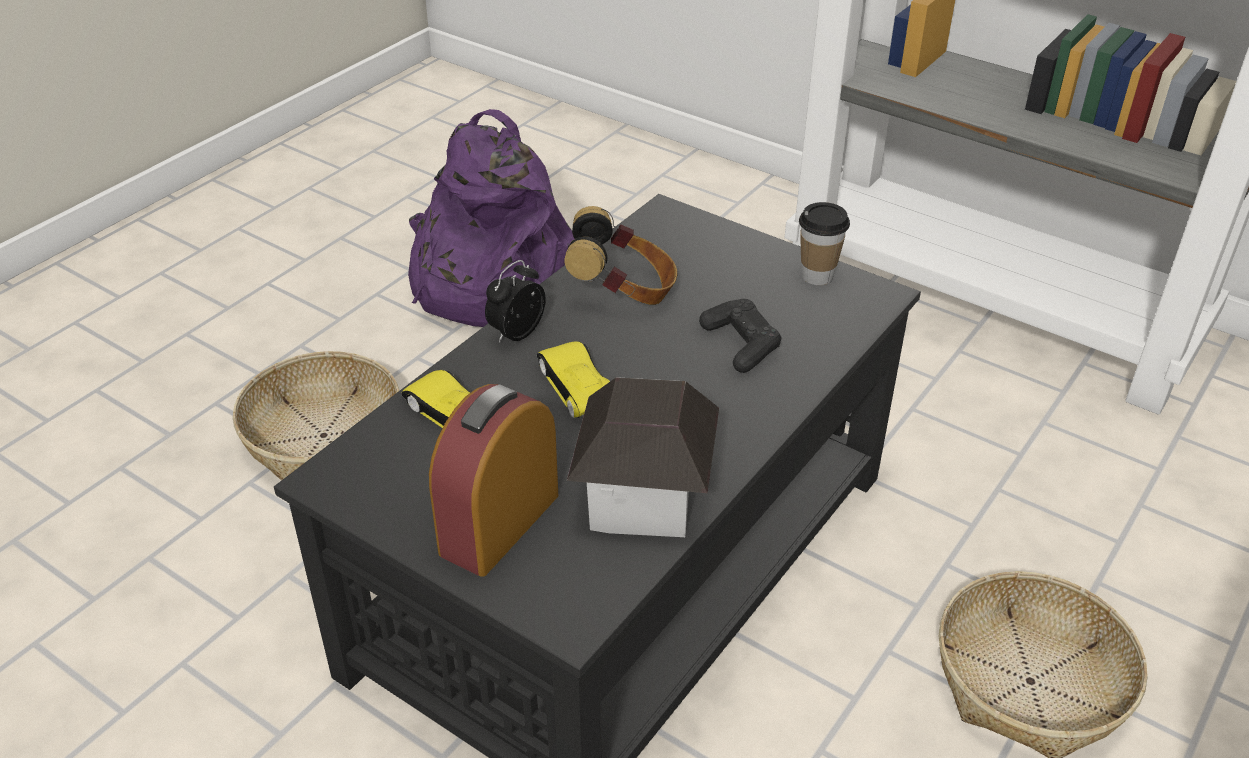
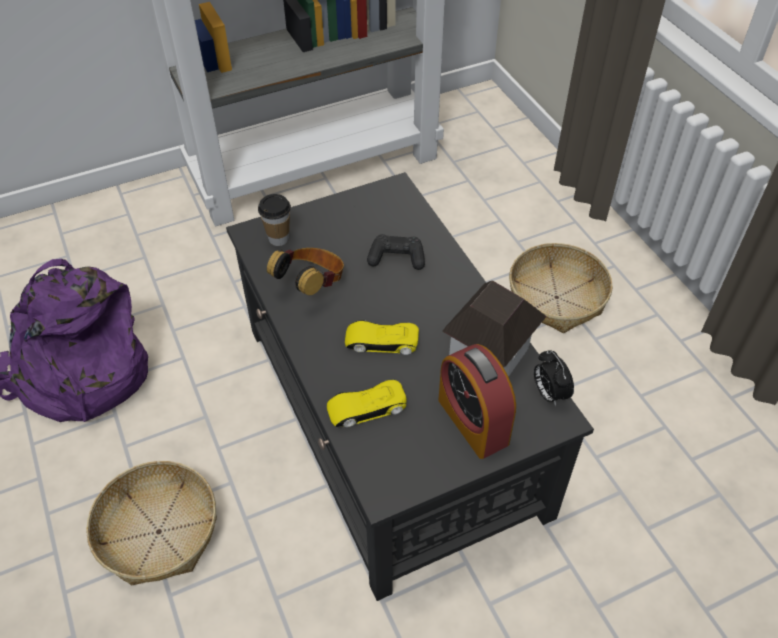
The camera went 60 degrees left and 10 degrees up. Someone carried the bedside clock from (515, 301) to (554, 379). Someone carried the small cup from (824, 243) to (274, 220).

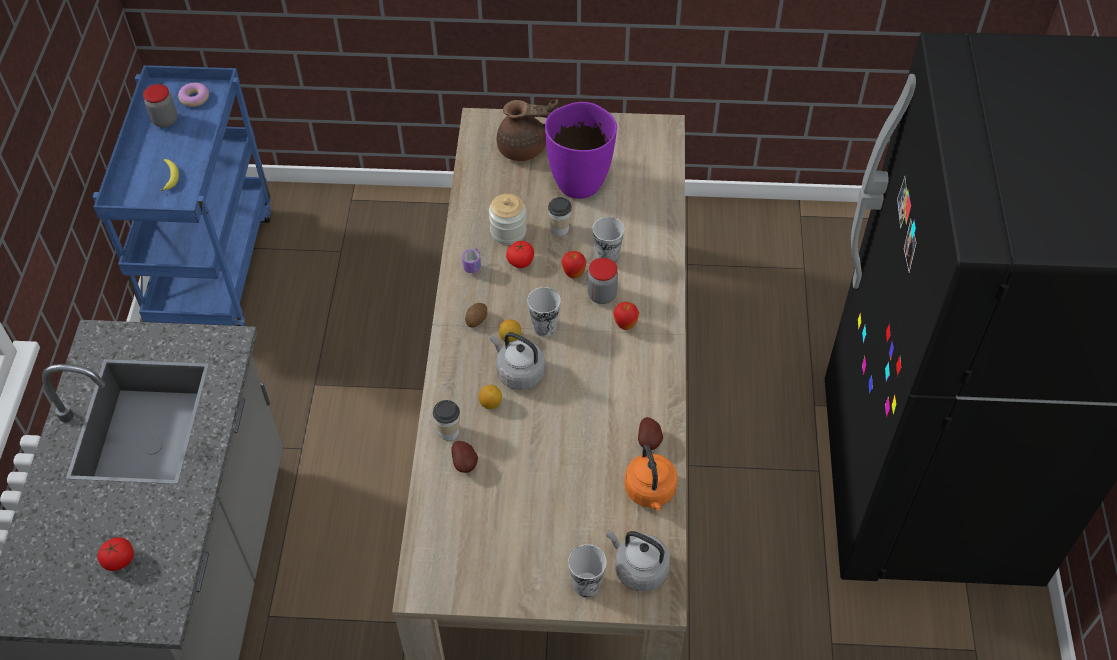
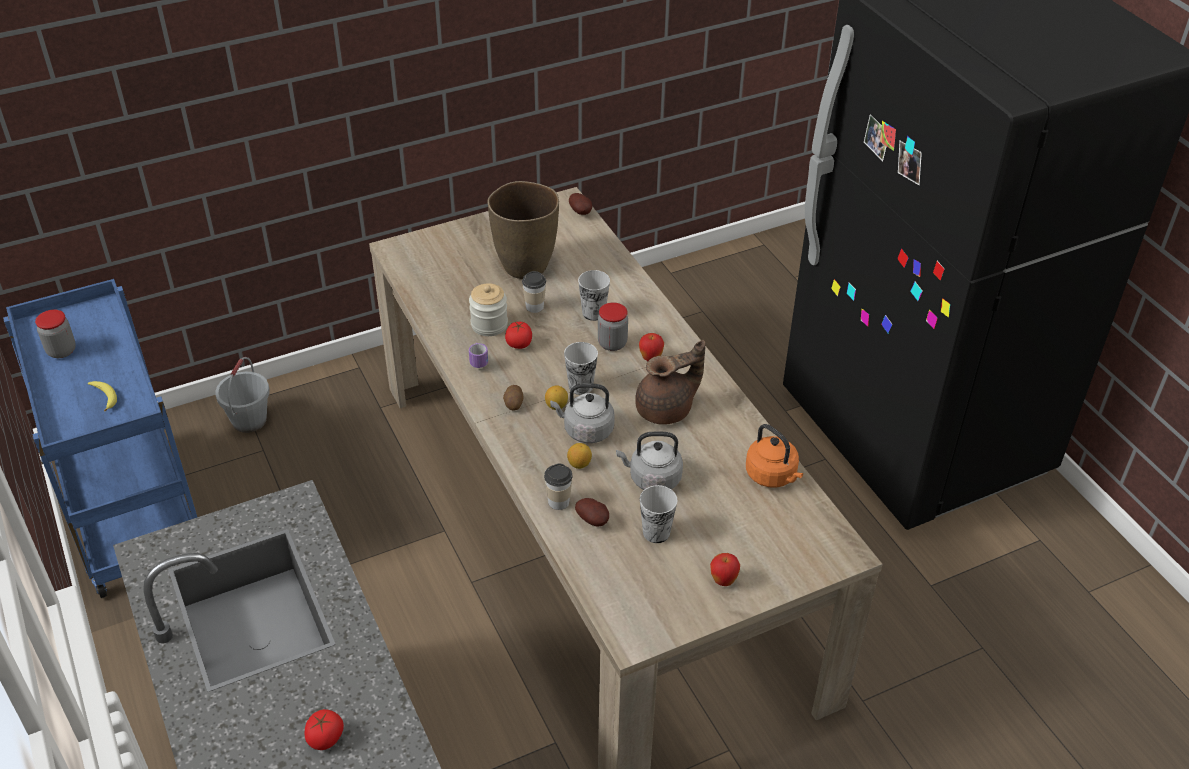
The camera went 30 degrees left and 10 degrees down. Someone took away the doughnut at (193, 95). Someone put down the gray water bucket at (242, 395). Someone carried the brown-coloured pot for tea from (527, 130) to (670, 382). Someone carried the apple from (574, 265) to (725, 569). Someone carried the small cup from (587, 570) to (658, 514). Someone carried the gray tea kettle from (638, 560) to (649, 461). Someone carried the potato from (650, 433) to (580, 204). Someone repainted the purplish decorative vase at (581, 150), which became the brown-coloured decorative vase at (523, 230).

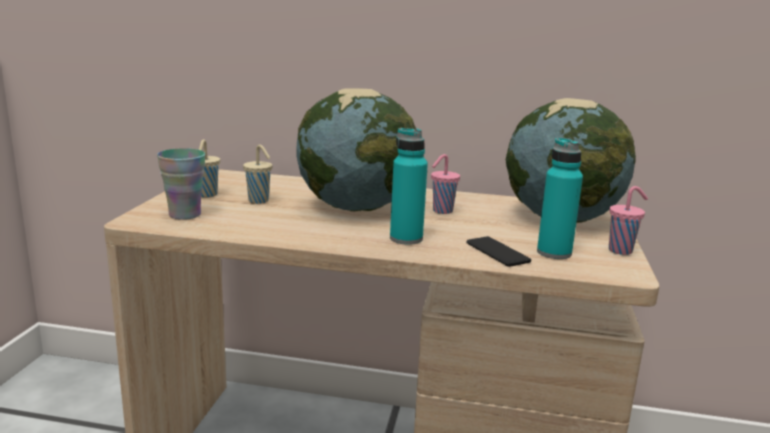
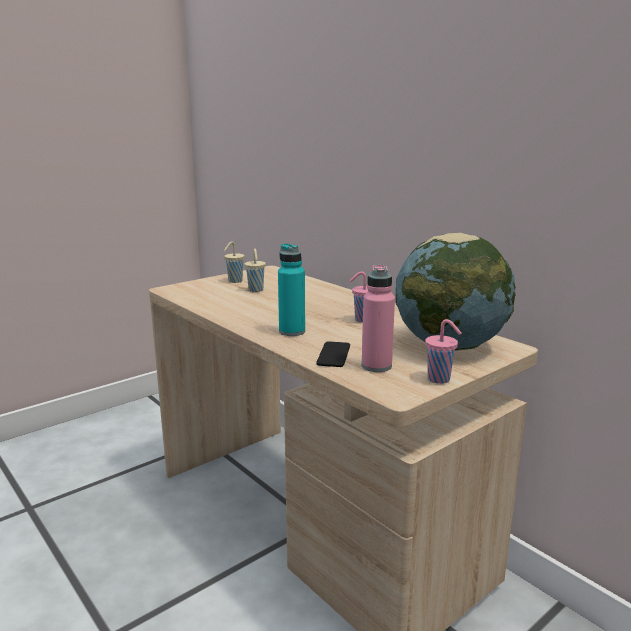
The camera went 40 degrees right and 0 degrees up. Someone took away the small cup at (181, 184). Someone took away the desk globe at (356, 150). Someone repainted the blue-green drink bottle at (560, 198), which became the pink-coloured drink bottle at (378, 318).

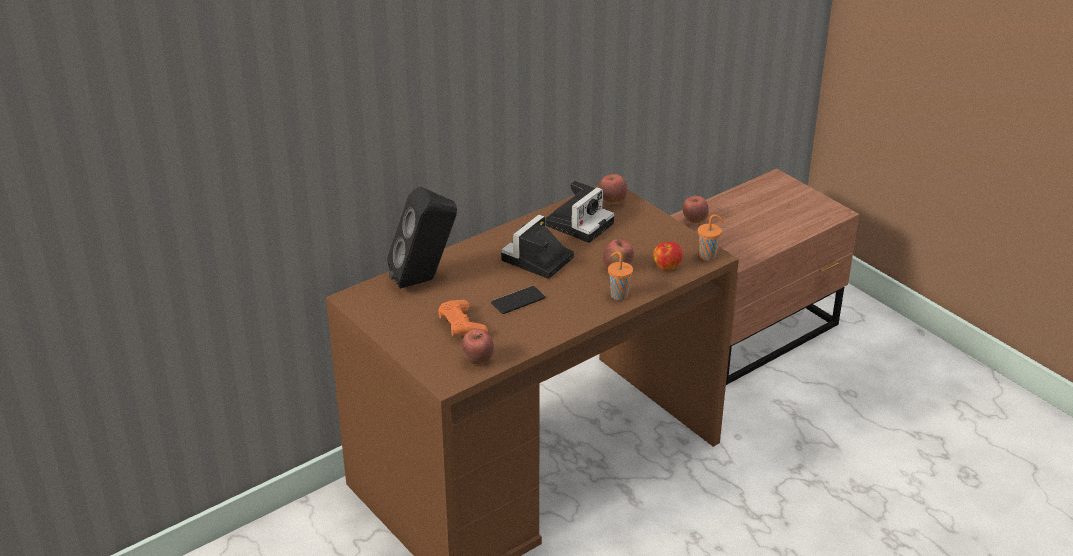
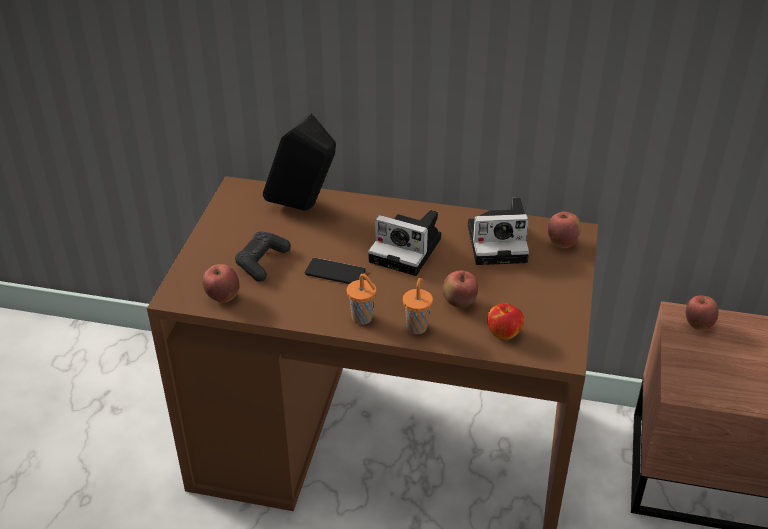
The camera went 50 degrees right and 5 degrees up. Someone carried the orange-coloured small cup from (711, 237) to (361, 299). Someone repainted the orange-coloured joypad at (463, 318), which became the black-coloured joypad at (263, 256). Someone rotated the still camera at (537, 247) by 150 degrees counterclockwise.

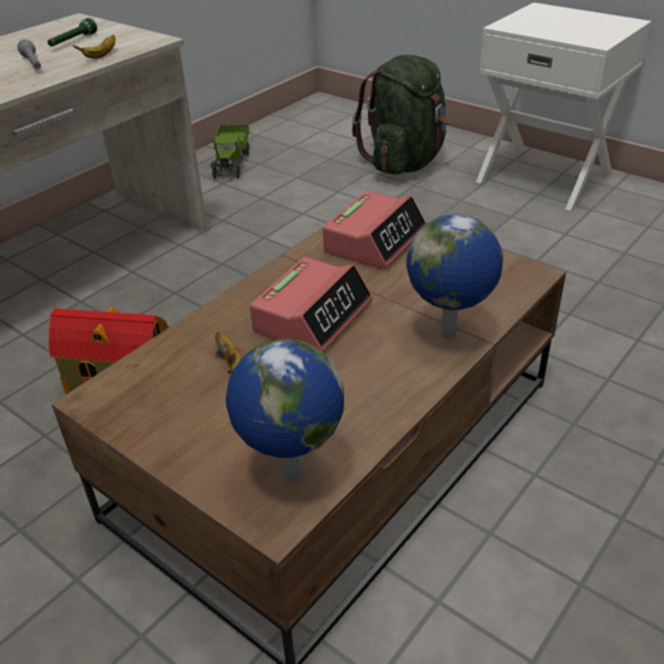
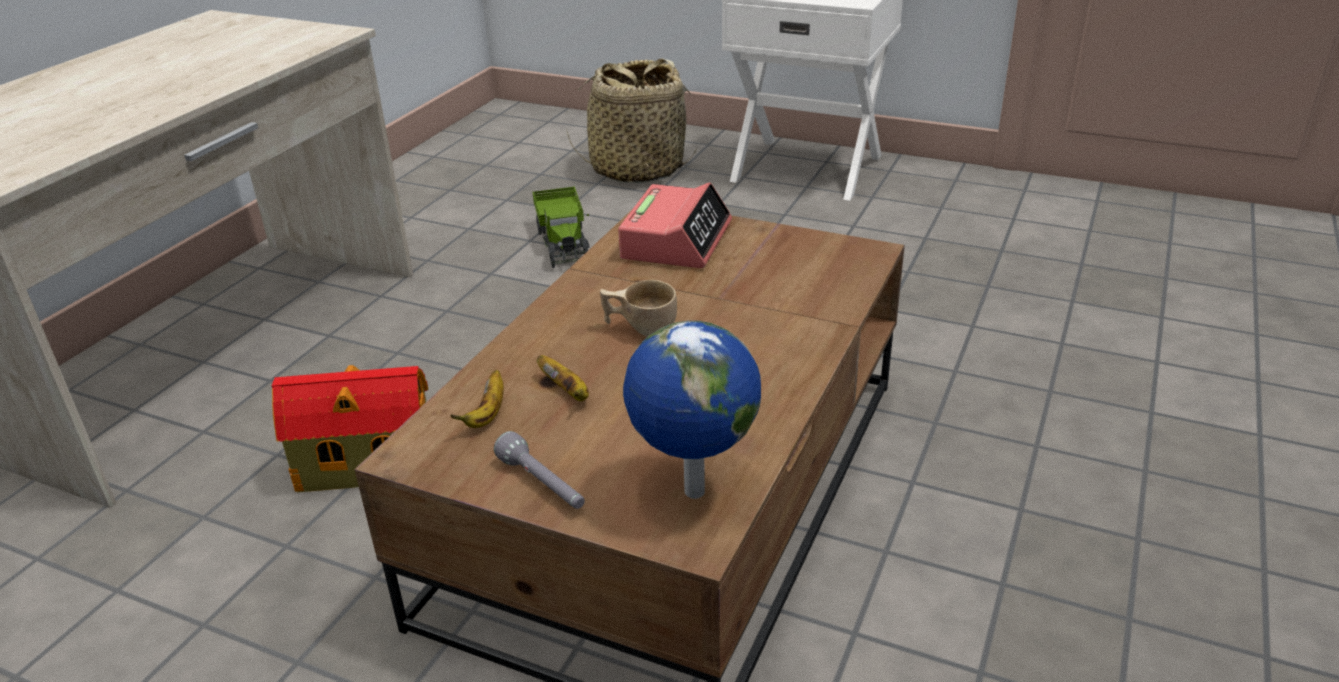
The camera went 15 degrees left and 5 degrees down. Someone took away the greenish hand torch at (72, 32). Someone took away the desk globe at (454, 276). Someone carried the gray hand torch from (29, 54) to (539, 470). Someone carried the whole banana from (94, 47) to (477, 399). Someone carried the toy lorry from (229, 152) to (561, 227). Someone swapped the bedside clock at (311, 305) for the beige-coloured small cup at (638, 308). Someone swapped the greenish backpack at (401, 115) for the household basket at (633, 120).

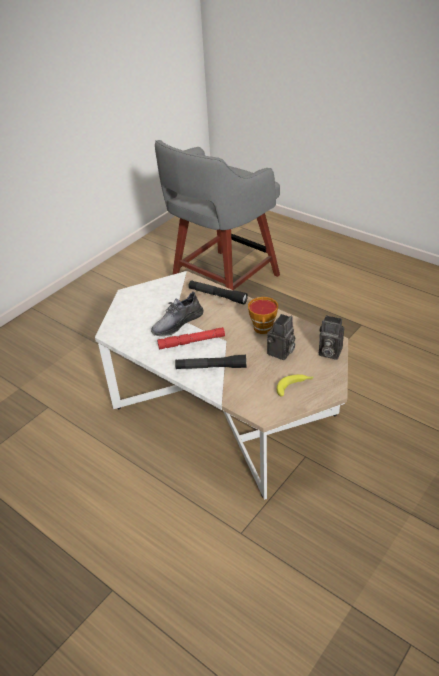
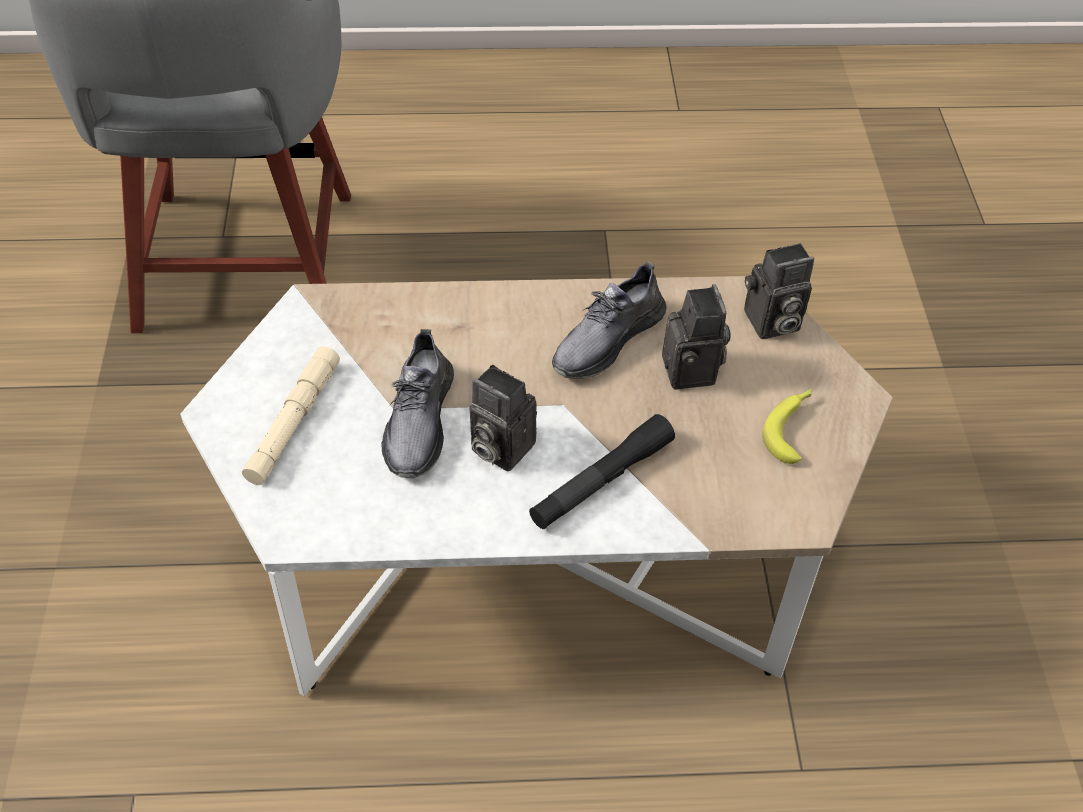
The camera went 45 degrees left and 10 degrees up. Someone took away the black-coloured hand torch at (218, 292). Someone put down the beige-coloured hand torch at (291, 415). Someone swapped the red-coloured hand torch at (191, 338) for the still camera at (503, 418). Someone swapped the small cup at (263, 315) for the gray low shoe at (609, 320).

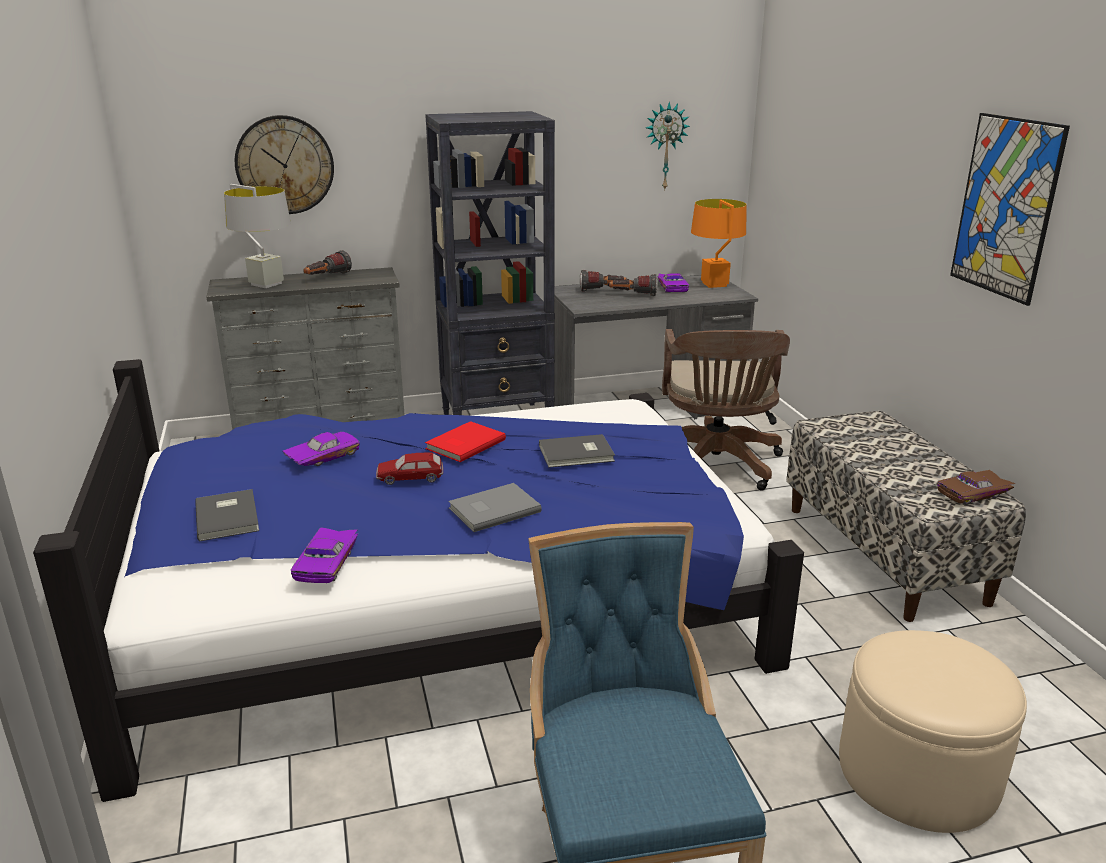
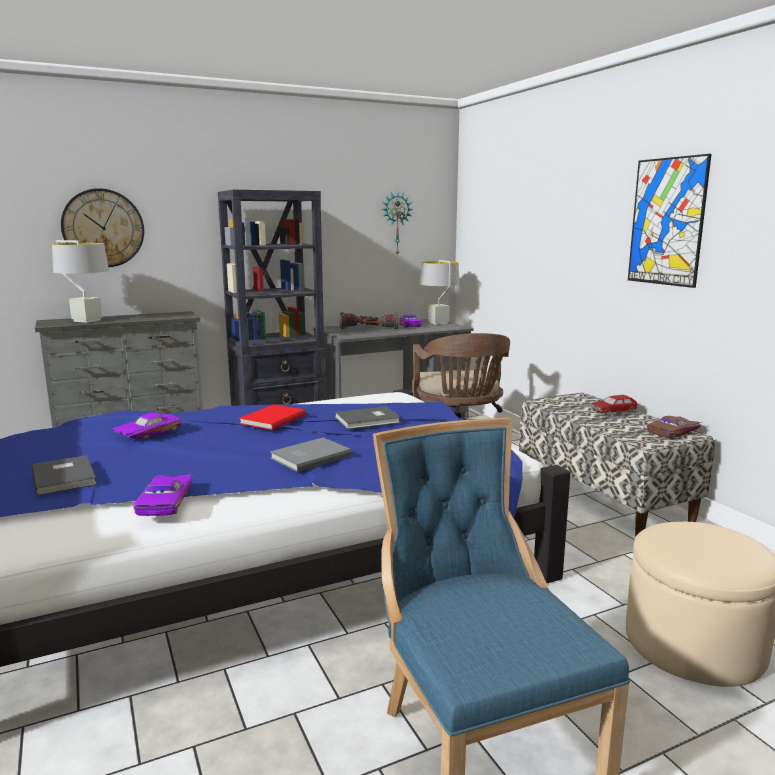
The camera went 10 degrees left and 10 degrees down. Someone took away the hand torch at (327, 262). Someone carried the model car from (409, 468) to (614, 405). Someone repainted the orange-coloured lamp for a table at (719, 243), which became the gray lamp for a table at (439, 292).

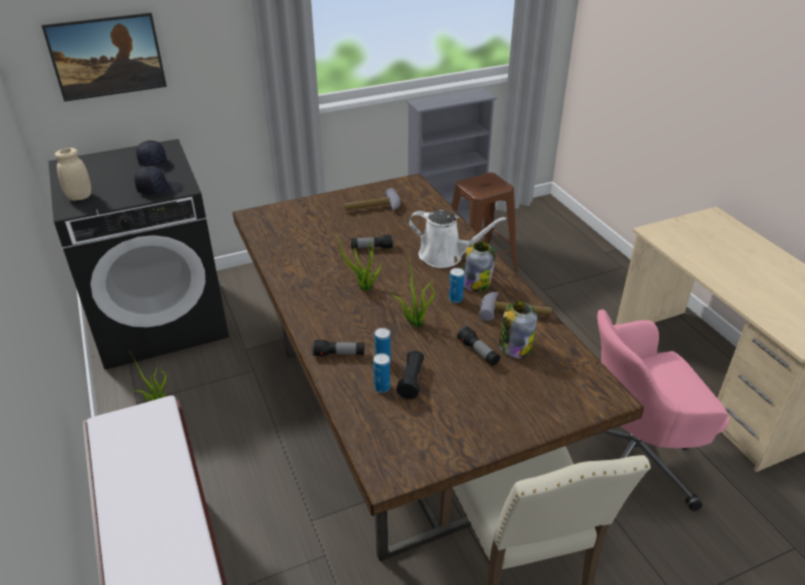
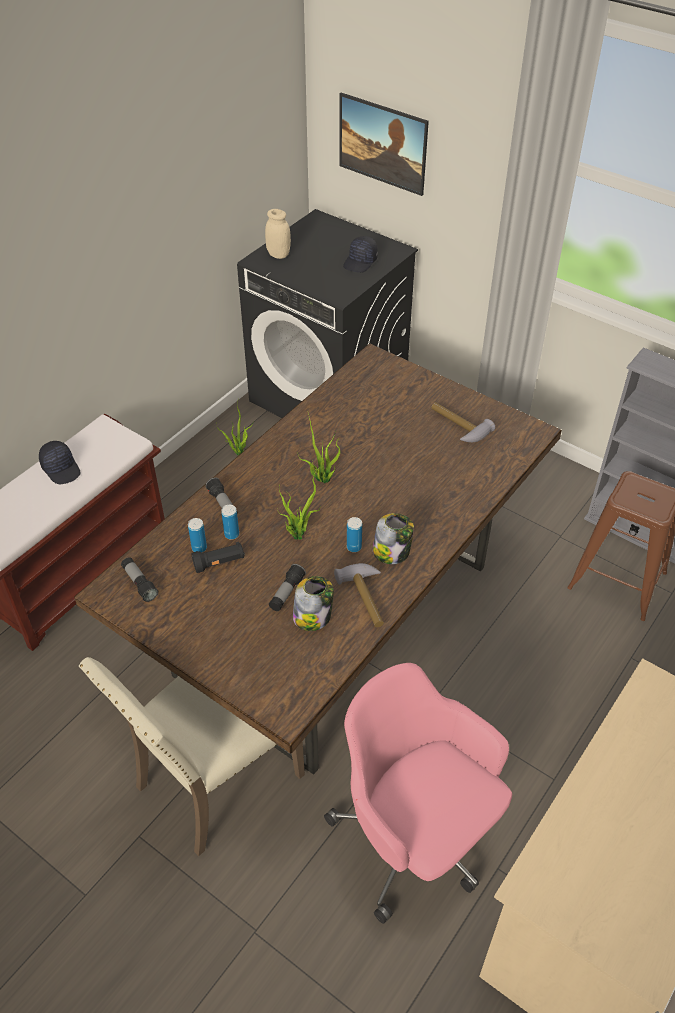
The camera went 60 degrees right and 10 degrees up. Someone took away the white-coloured sprinkling can at (457, 239). Someone carried the black-coloured cap from (158, 180) to (60, 462). Someone carried the hand torch from (372, 242) to (139, 579).

